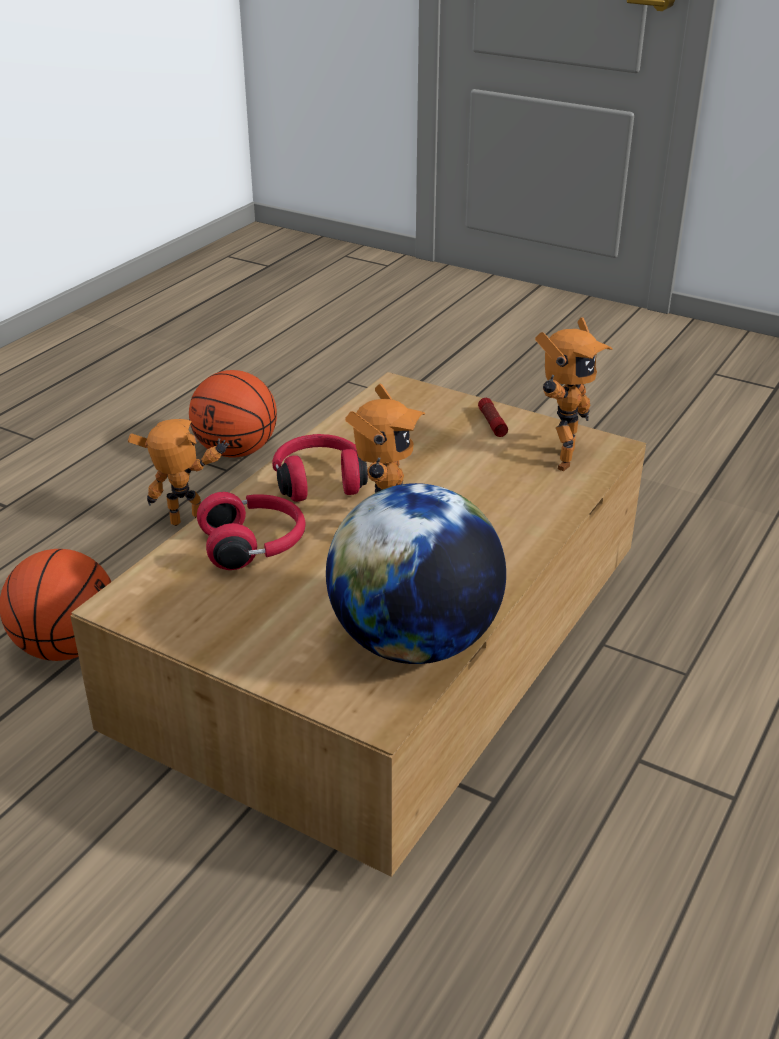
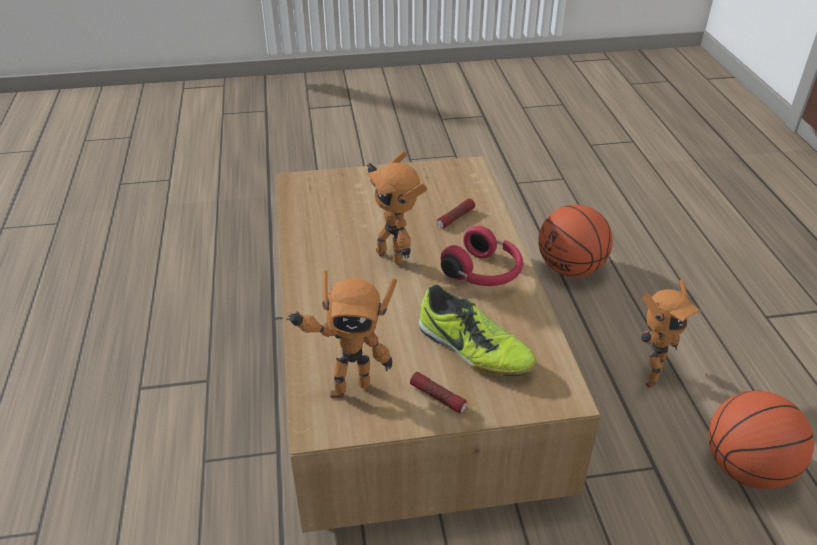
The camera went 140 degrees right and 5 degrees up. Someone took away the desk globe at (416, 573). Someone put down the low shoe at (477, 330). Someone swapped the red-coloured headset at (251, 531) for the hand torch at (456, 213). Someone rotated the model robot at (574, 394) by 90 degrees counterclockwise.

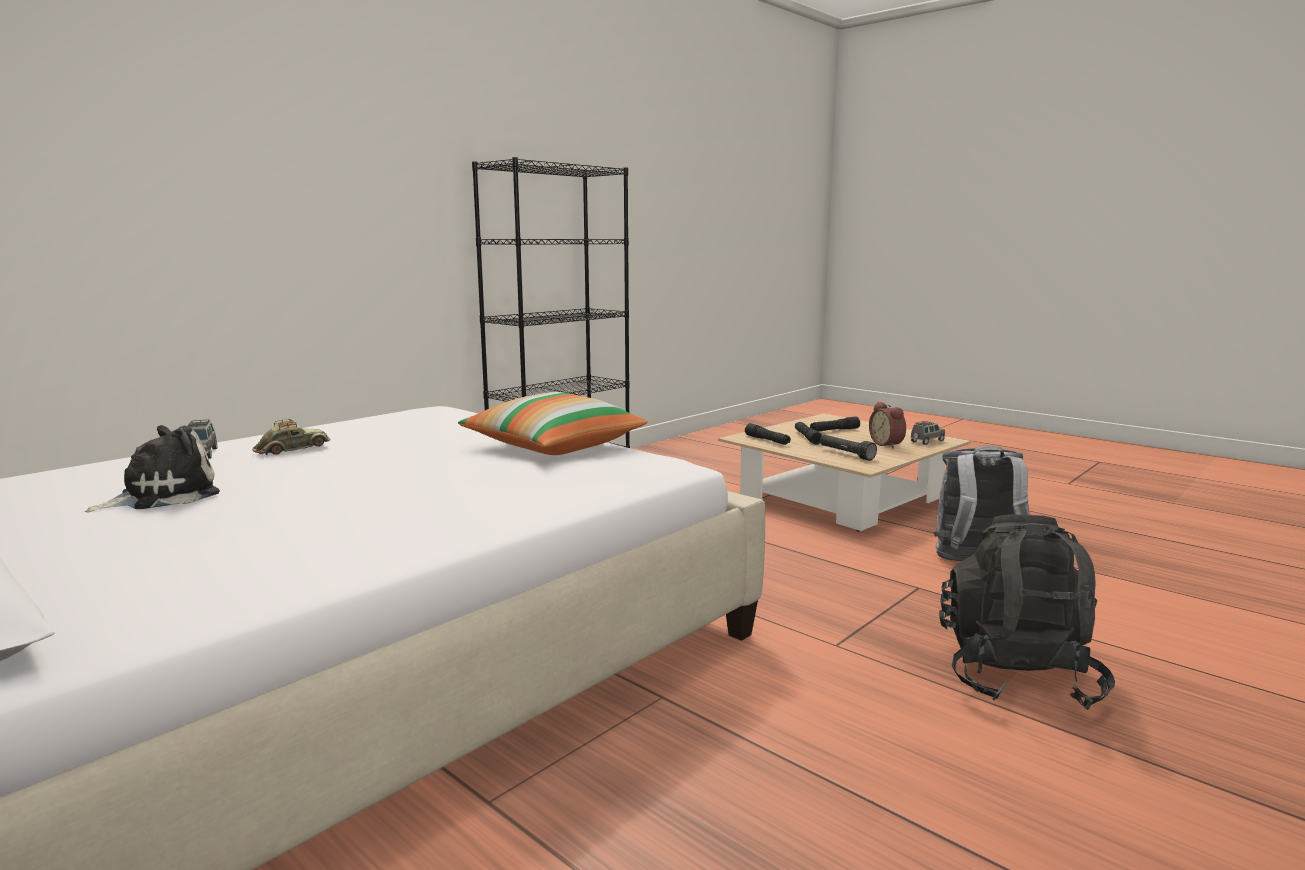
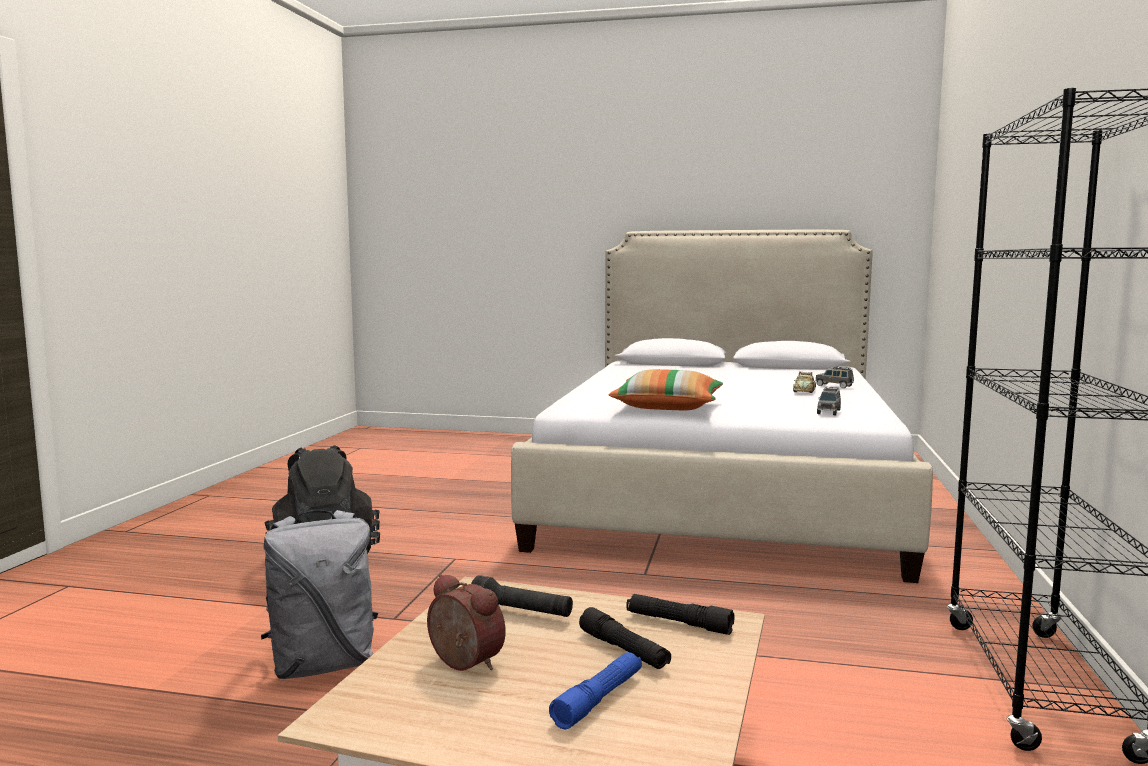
The camera went 150 degrees right and 5 degrees down. Someone took away the cuddly toy at (152, 469). Someone carried the gray model car from (928, 433) to (829, 401). Someone repainted the black-coloured hand torch at (835, 424), which became the bluish hand torch at (595, 690).

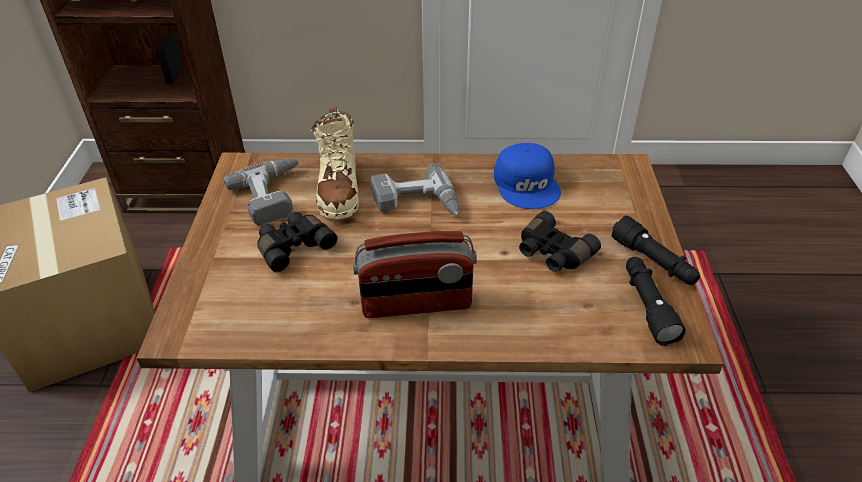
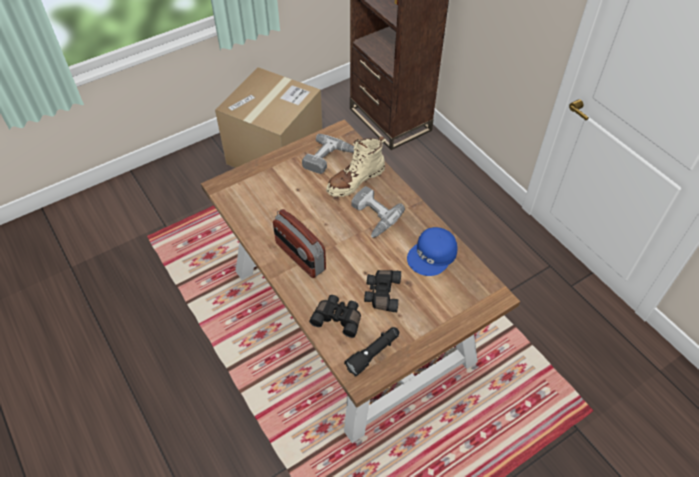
The camera went 55 degrees right and 10 degrees up. Someone took away the black-coloured hand torch at (655, 250). Someone carried the black-coloured binoculars from (297, 242) to (335, 316).

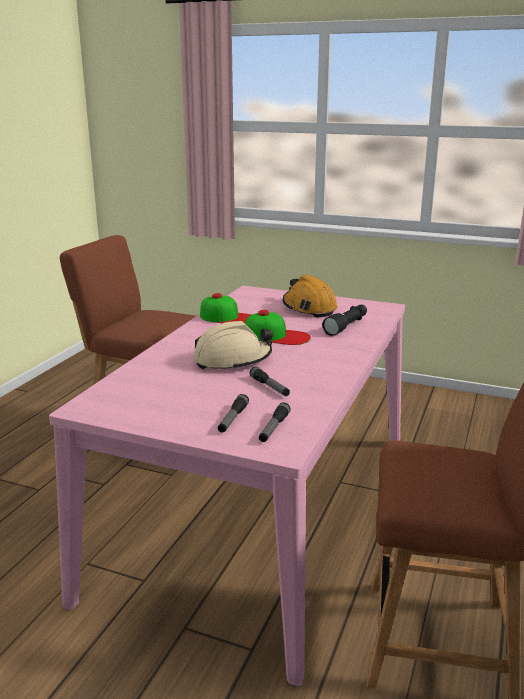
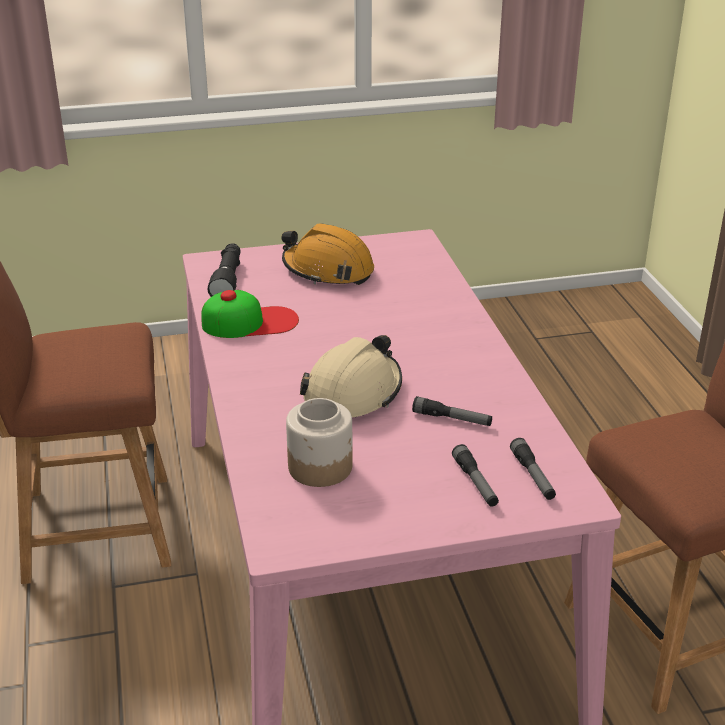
The camera went 35 degrees left and 10 degrees up. Someone took away the cap at (278, 327). Someone put down the storage jar at (319, 442). Someone carried the black-coloured hand torch from (344, 320) to (224, 270).

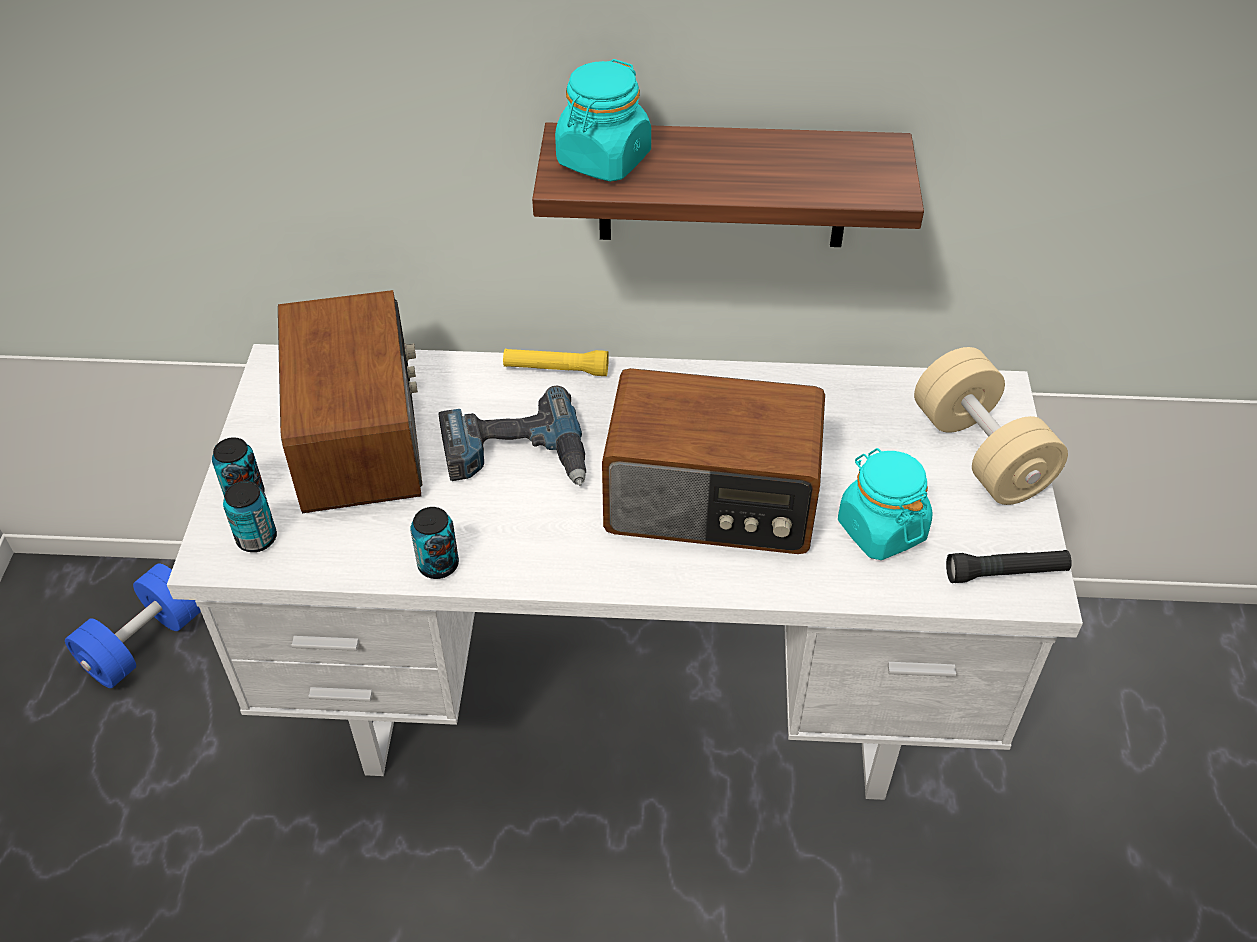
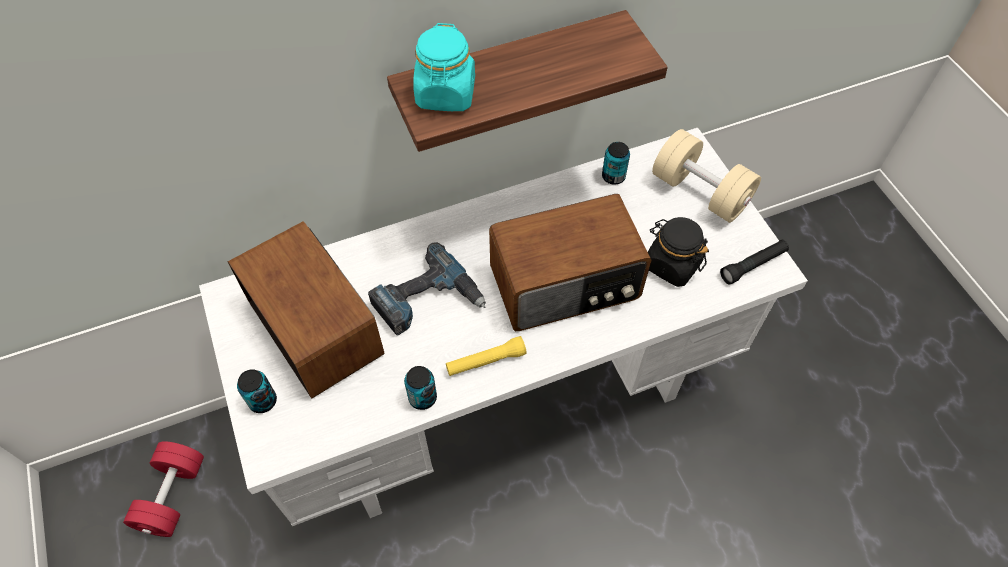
The camera went 25 degrees left and 10 degrees up. Someone carried the can from (250, 516) to (616, 163). Someone carried the yellow-coloured hand torch from (556, 362) to (486, 356). Someone repainted the bluish free weight at (133, 625), which became the red-coloured free weight at (163, 489). Someone repainted the blue-green storage jar at (885, 504), which became the black-coloured storage jar at (678, 252).

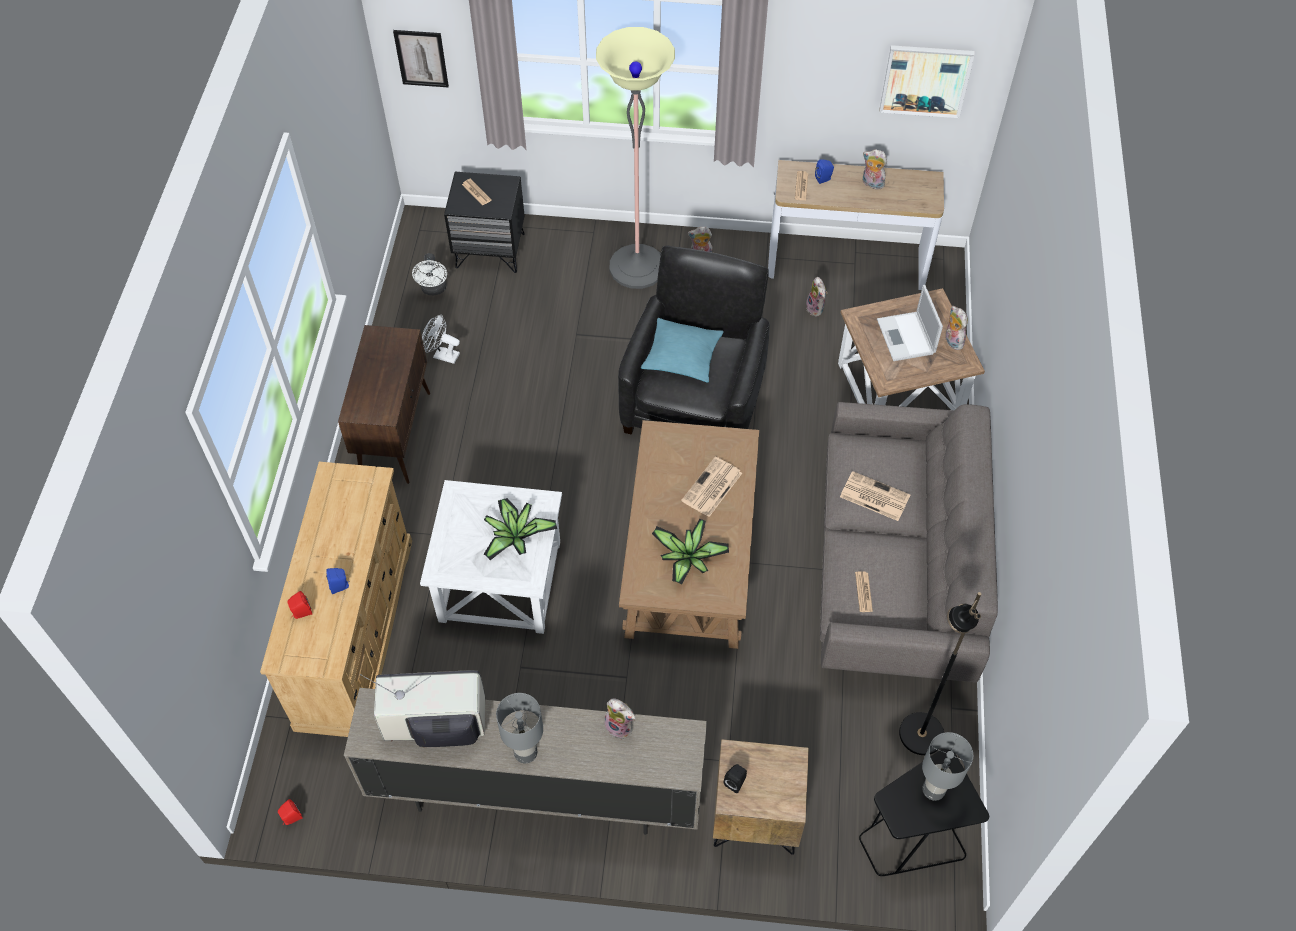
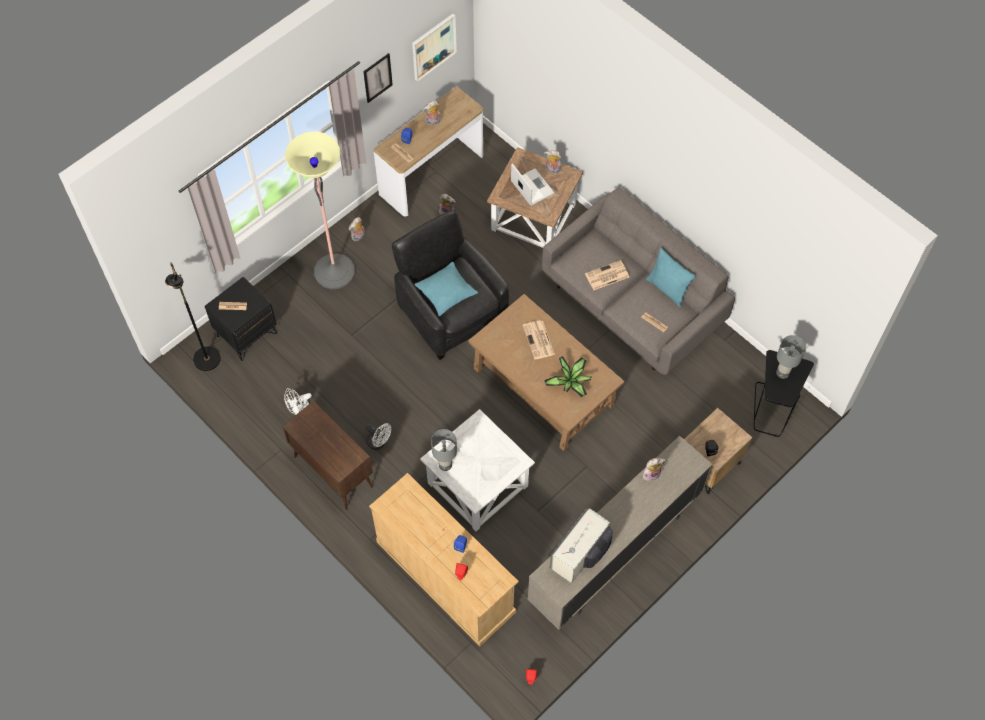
The camera went 50 degrees left and 5 degrees up. Someone took away the plant in a pot at (520, 529). Someone put down the blue-green pillow at (671, 277). Someone carried the wall art from (421, 58) to (378, 78). Someone carried the white-coloured cooling fan from (429, 274) to (378, 436). Someone carried the gray lamp for a table from (519, 728) to (444, 450). Someone carried the black-coloured standard lamp from (940, 673) to (193, 316). Someone rotated the portable computer at (910, 323) by 150 degrees counterclockwise.

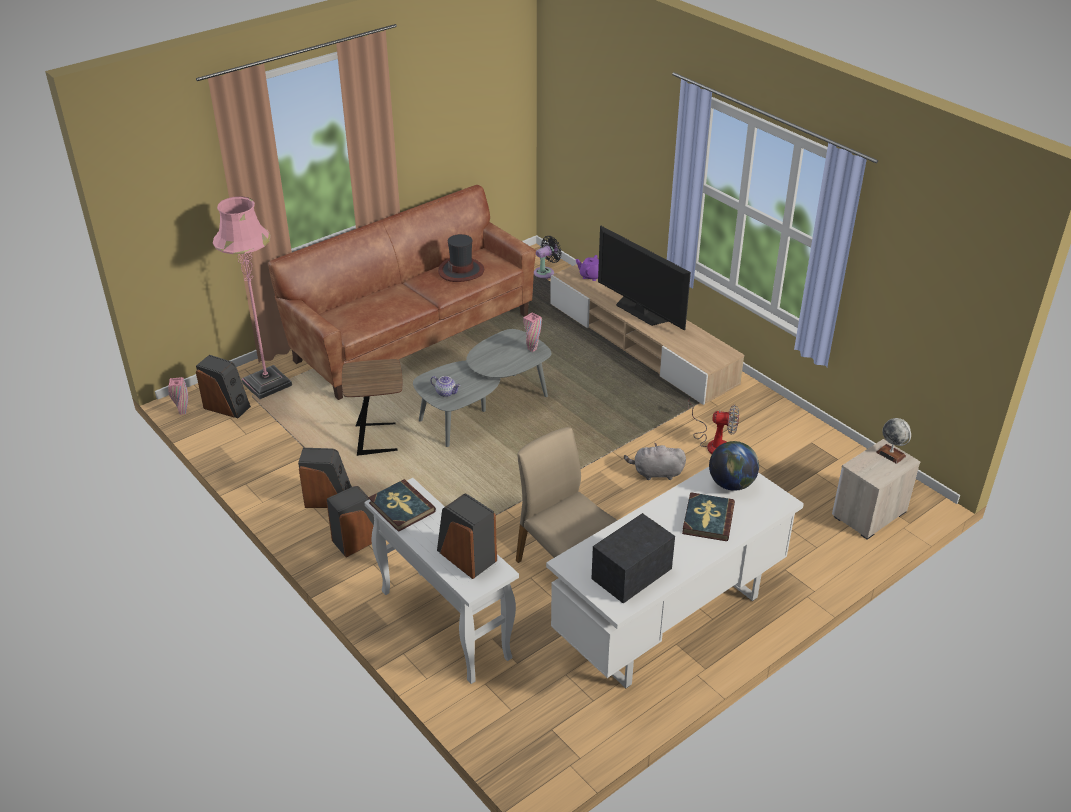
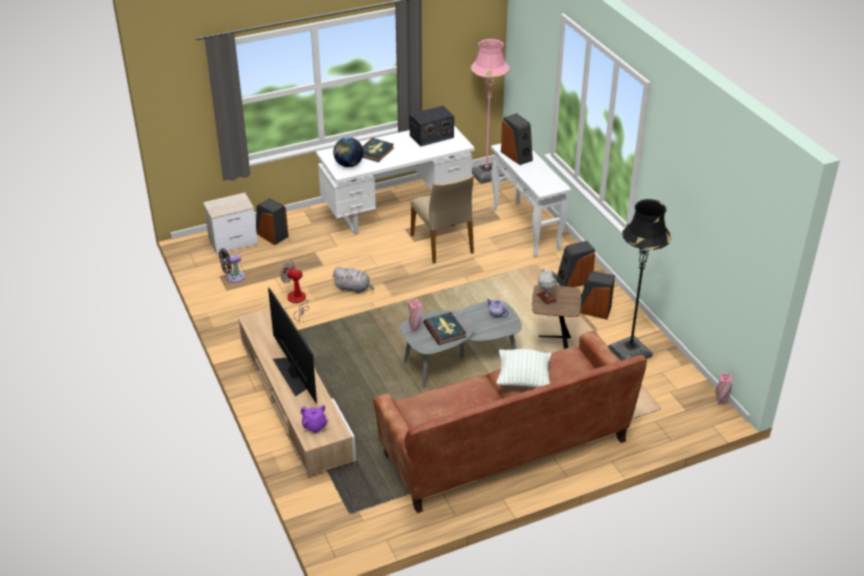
The camera went 165 degrees left and 0 degrees up. Someone took away the clothing hat at (461, 258). Someone put down the pillow at (524, 368). Someone put down the black-coloured standard lamp at (639, 280). Someone carried the audio speaker from (223, 386) to (272, 221). Someone carried the pink-coloured standard lamp from (252, 297) to (490, 111). Someone carried the volume from (402, 505) to (444, 328). Someone carried the black-coloured cooling fan from (548, 257) to (232, 265). Someone carried the desk globe from (893, 441) to (547, 286).

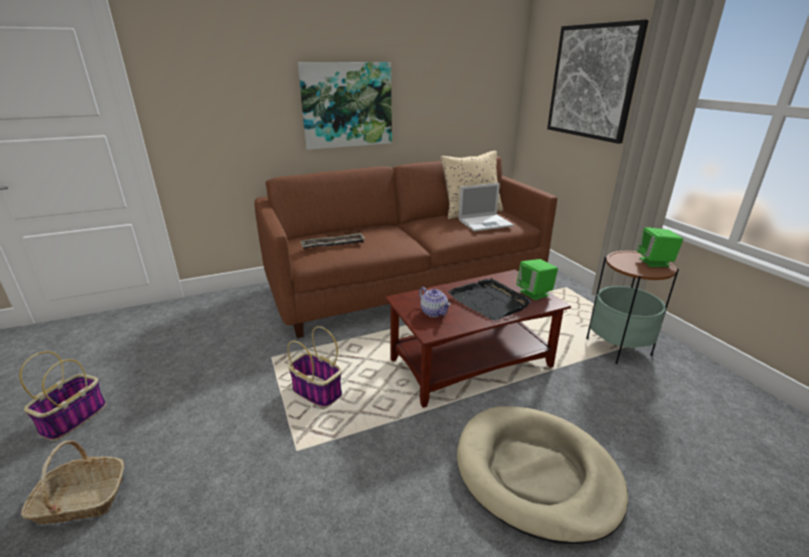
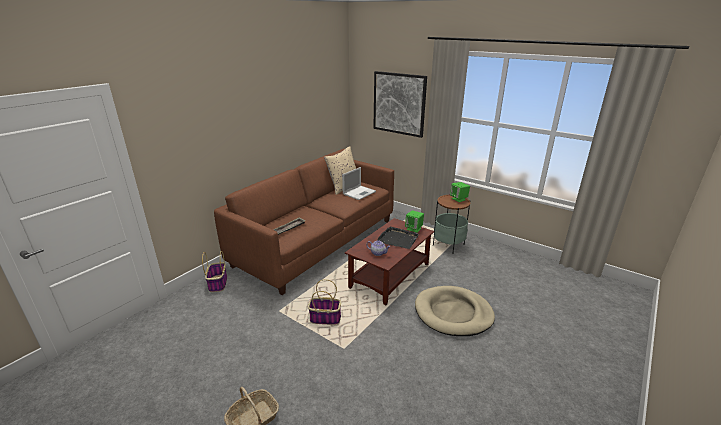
The camera went 30 degrees left and 0 degrees up. Someone took away the wall art at (345, 106). Someone carried the household basket from (62, 396) to (214, 271).

